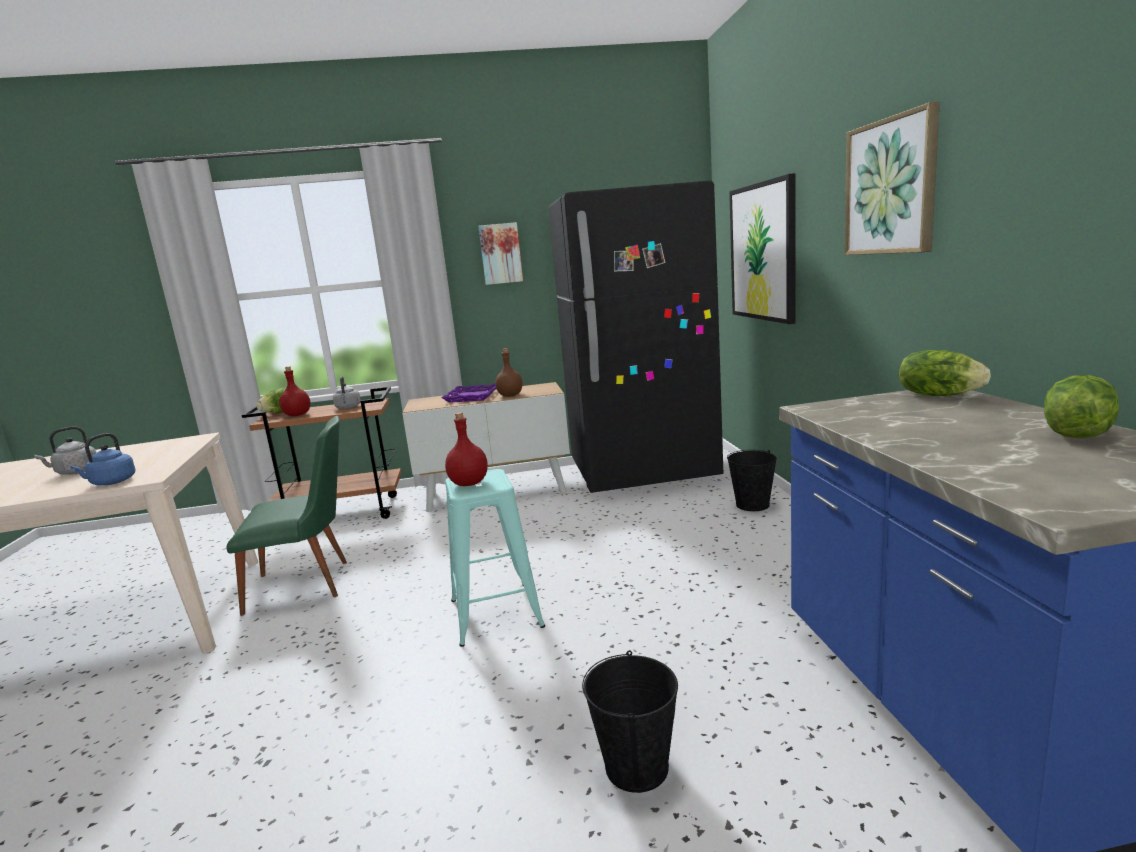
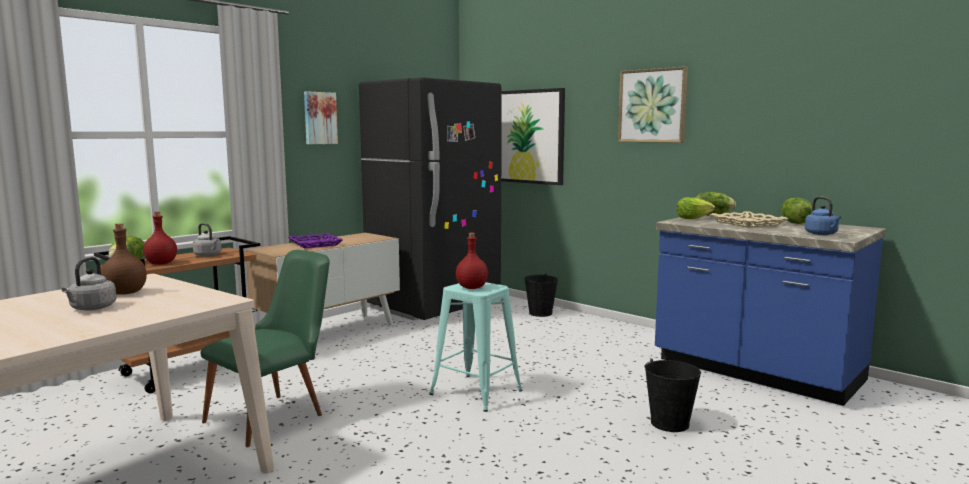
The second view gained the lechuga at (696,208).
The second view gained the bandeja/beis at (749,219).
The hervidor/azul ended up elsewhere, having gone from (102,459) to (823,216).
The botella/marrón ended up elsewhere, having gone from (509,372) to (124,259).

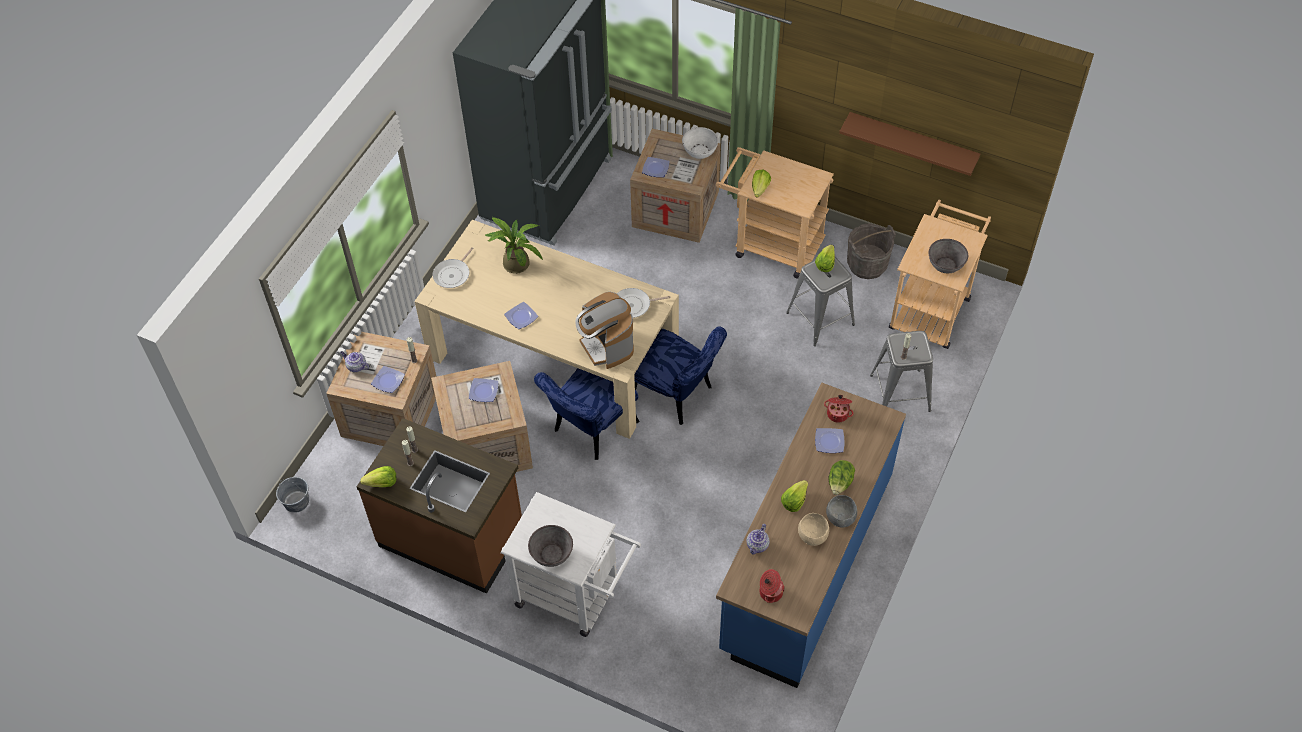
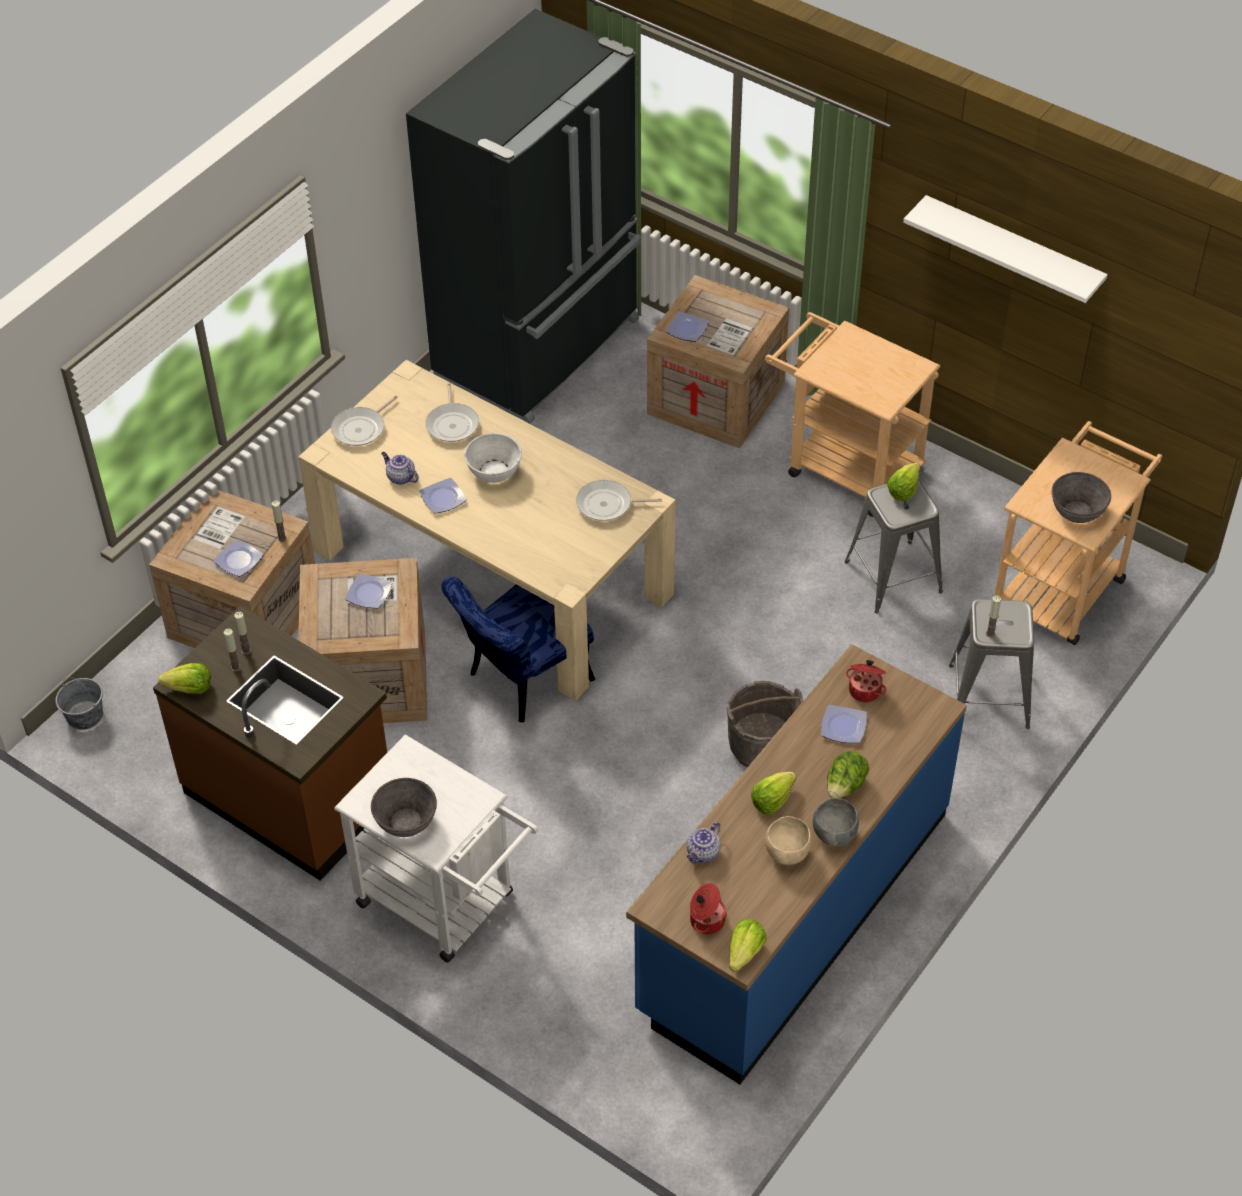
The second view lost the cafetera at (604,330).
The second view lost the silla/azul at (680,375).
The second view lost the estante/marrón at (909,144).
The second view gained the estante/blanco at (1005,249).
The tetera ended up elsewhere, having gone from (354,361) to (400,468).
The cuenco/blanco ended up elsewhere, having gone from (700,143) to (493,458).
The lechuga ended up elsewhere, having gone from (761,184) to (748,945).
The cubo/gris ended up elsewhere, having gone from (871,251) to (764,724).
Where the planta en maceta stood at (514,245), the sartén came to stand at (452,412).

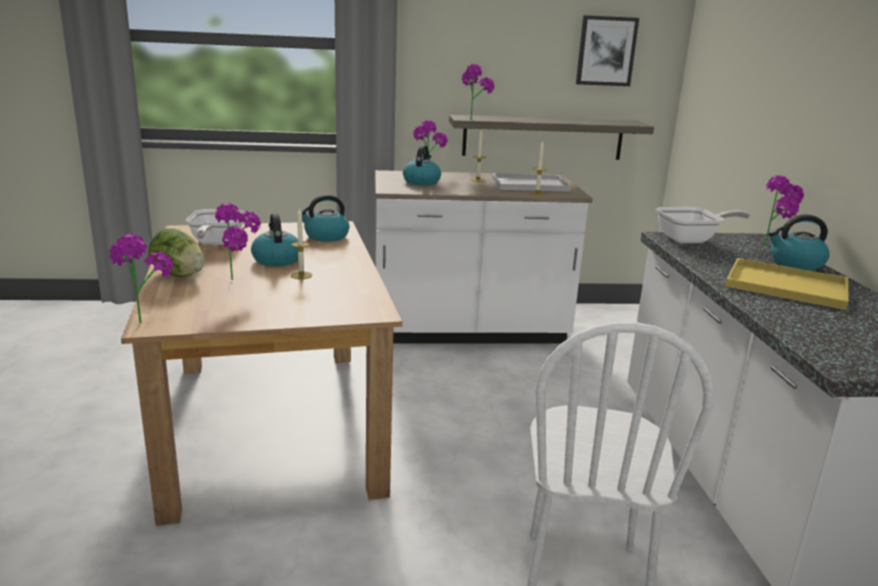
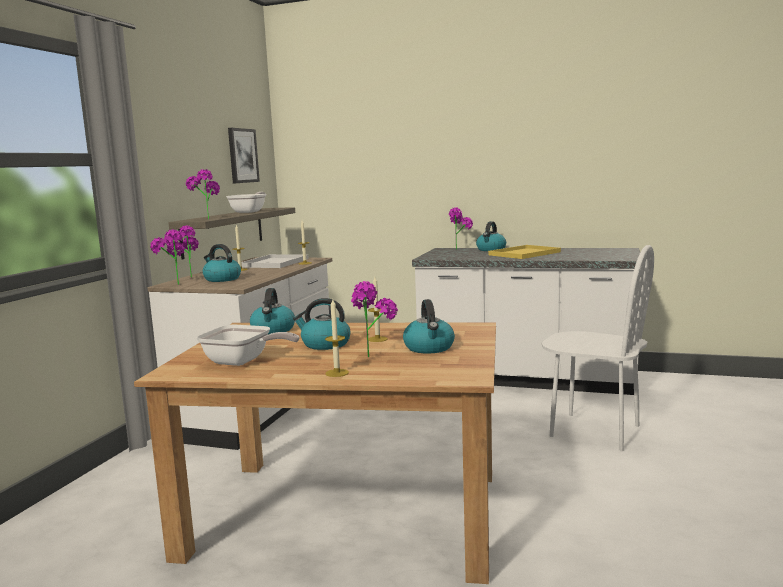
The second view gained the hervidor at (429,326).
The planta en maceta ended up elsewhere, having gone from (141,278) to (167,257).
The sartén ended up elsewhere, having gone from (703,225) to (246,202).
Where the lechuga stood at (176,252), the vela came to stand at (337,338).

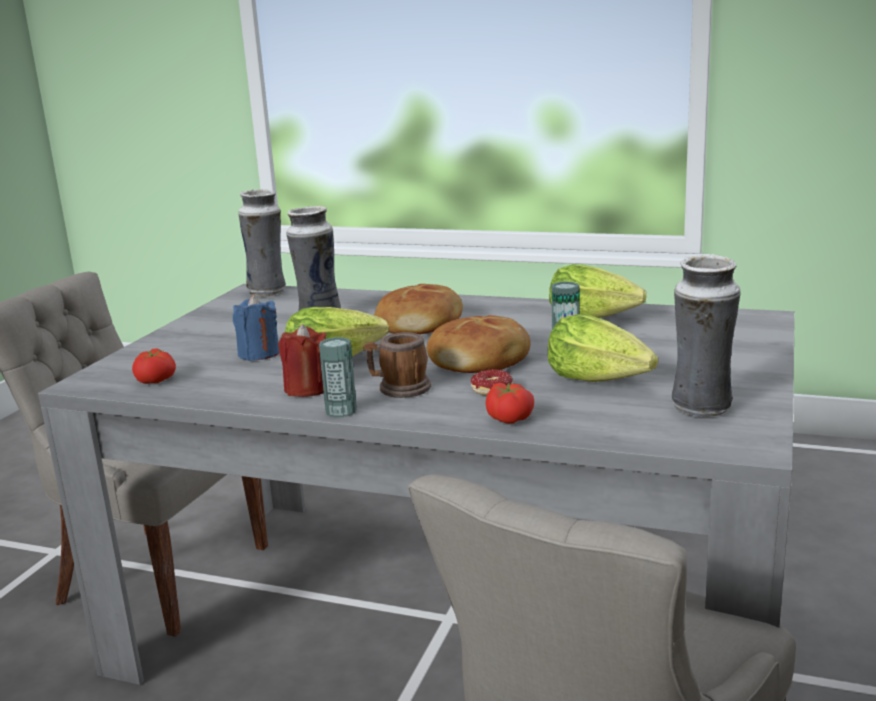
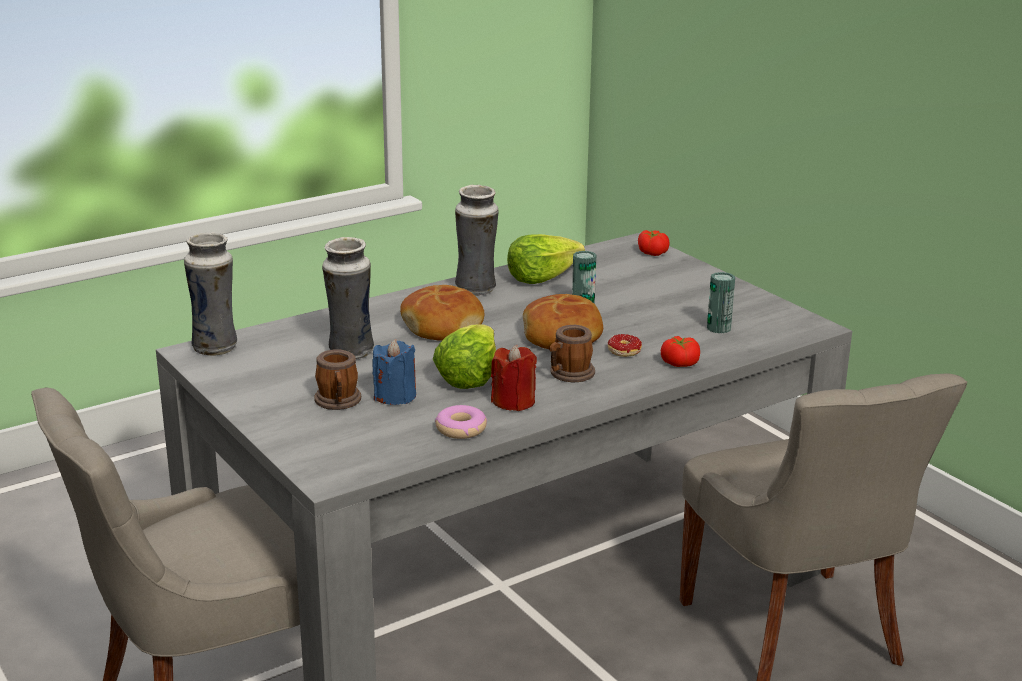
The second view lost the lechuga at (603,348).
The second view gained the taza grande at (337,379).
The second view gained the rosquilla at (461,422).
The tomate ended up elsewhere, having gone from (154,366) to (654,243).
The lata ended up elsewhere, having gone from (338,377) to (721,302).
The florero ended up elsewhere, having gone from (706,336) to (477,240).

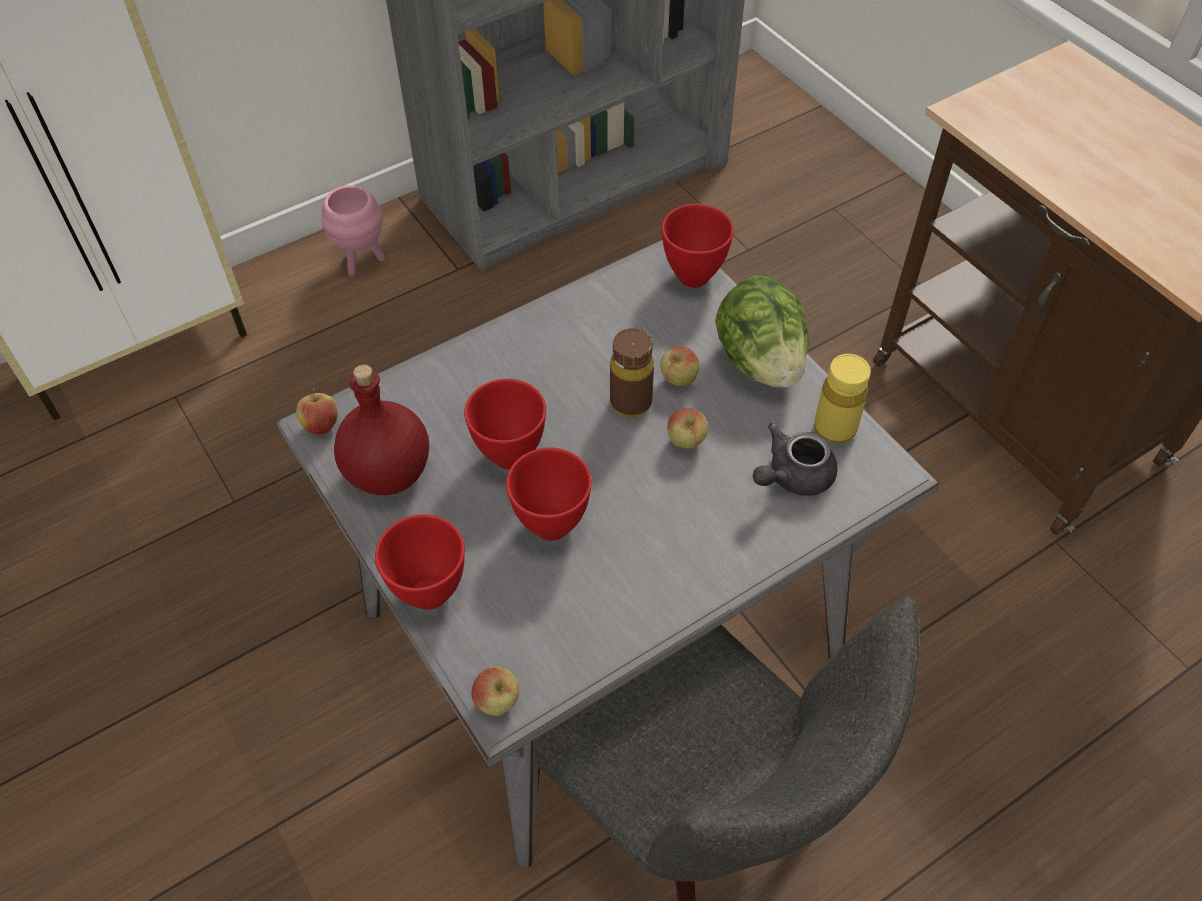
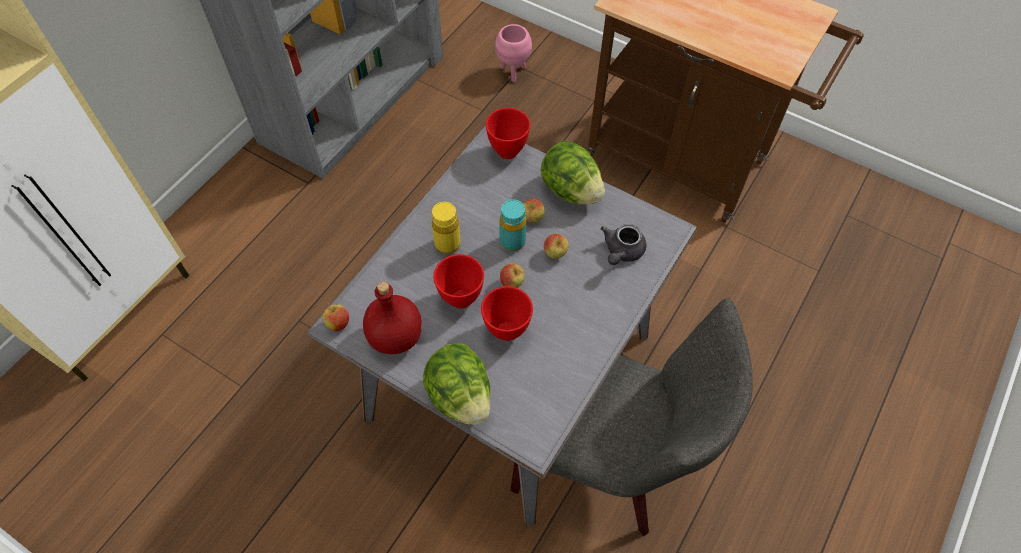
The maceta/rosa ended up elsewhere, having gone from (353,230) to (513,53).
The manzana ended up elsewhere, having gone from (495,691) to (512,275).
The botella/amarillo ended up elsewhere, having gone from (842,398) to (446,228).
Where the cuenco/rojo stood at (420,562), the lechuga came to stand at (456,384).
What was the botella/marrón at (632,372) turned into the botella/turquesa at (512,225).

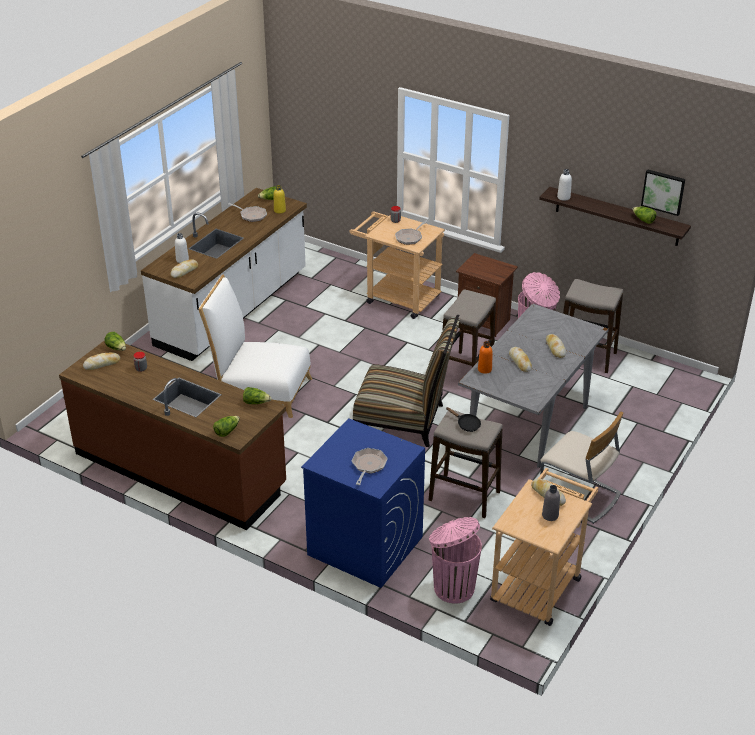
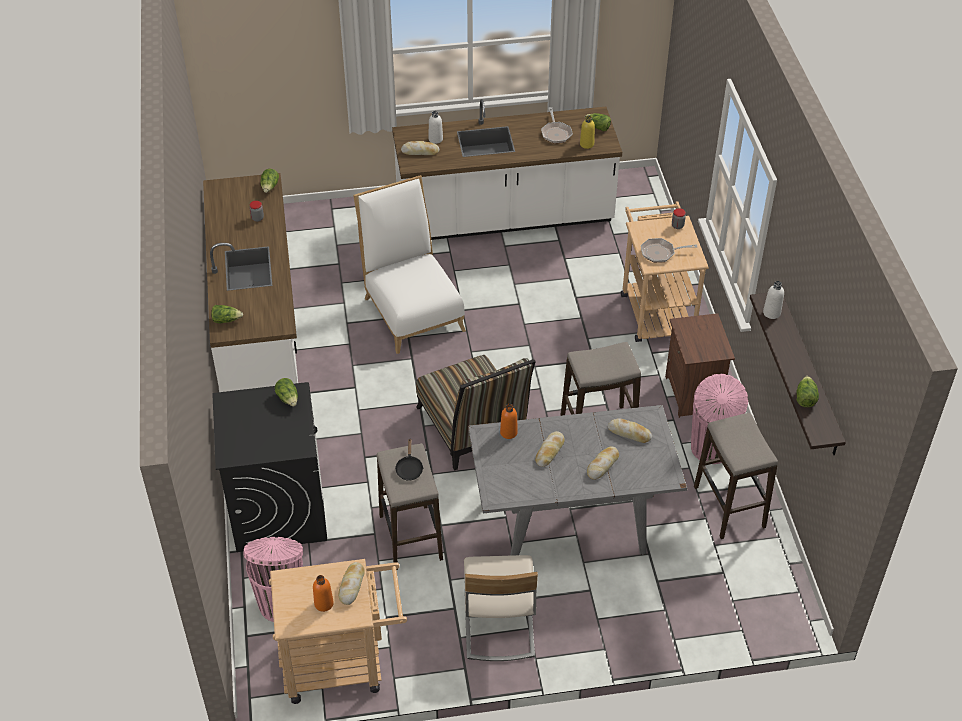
The second view lost the sartén at (370,466).
The second view lost the cuadro at (663,193).
The pan ended up elsewhere, having gone from (101,361) to (630,430).
The lechuga ended up elsewhere, having gone from (257,395) to (286,392).
What was the mueble bajo de cocina/marrón at (172,435) turned into the mueble bajo de cocina/blanco at (250,282).
What was the lavadora/azul at (363,503) turned into the lavadora/negro at (269,467).
What was the botella/gris at (551,503) turned into the botella/naranja at (323,593).

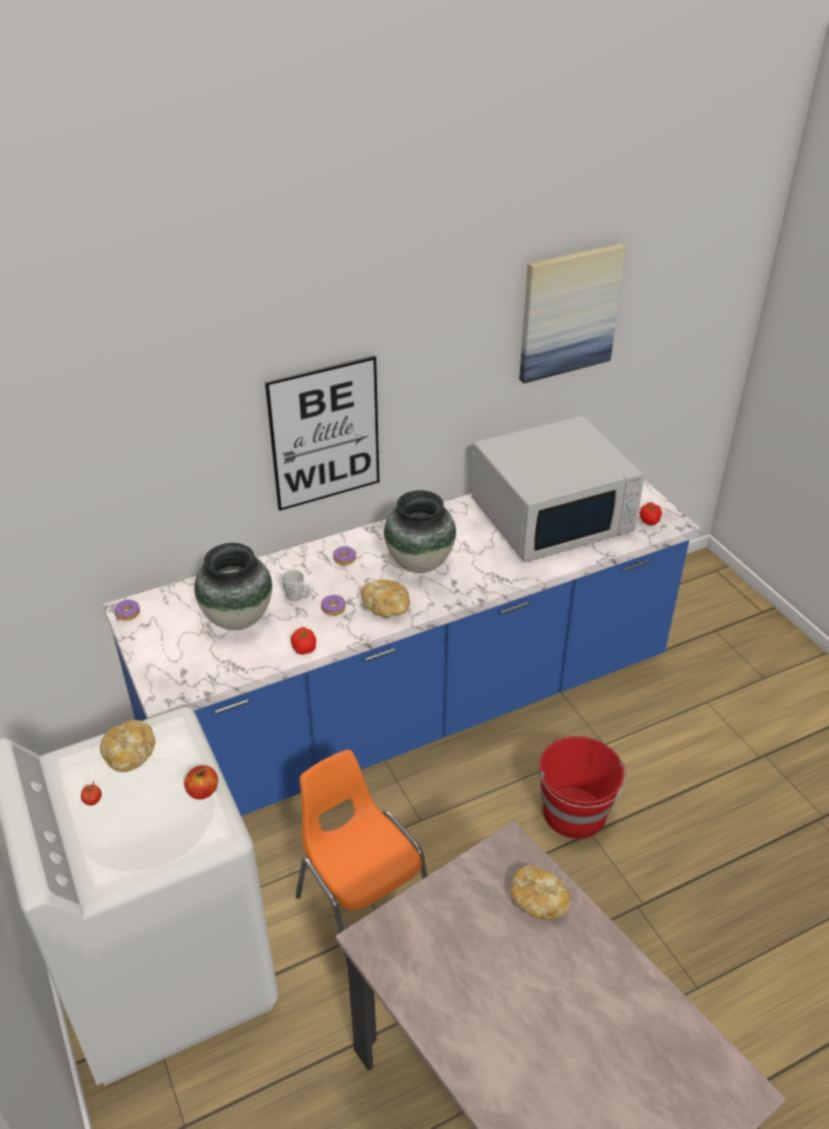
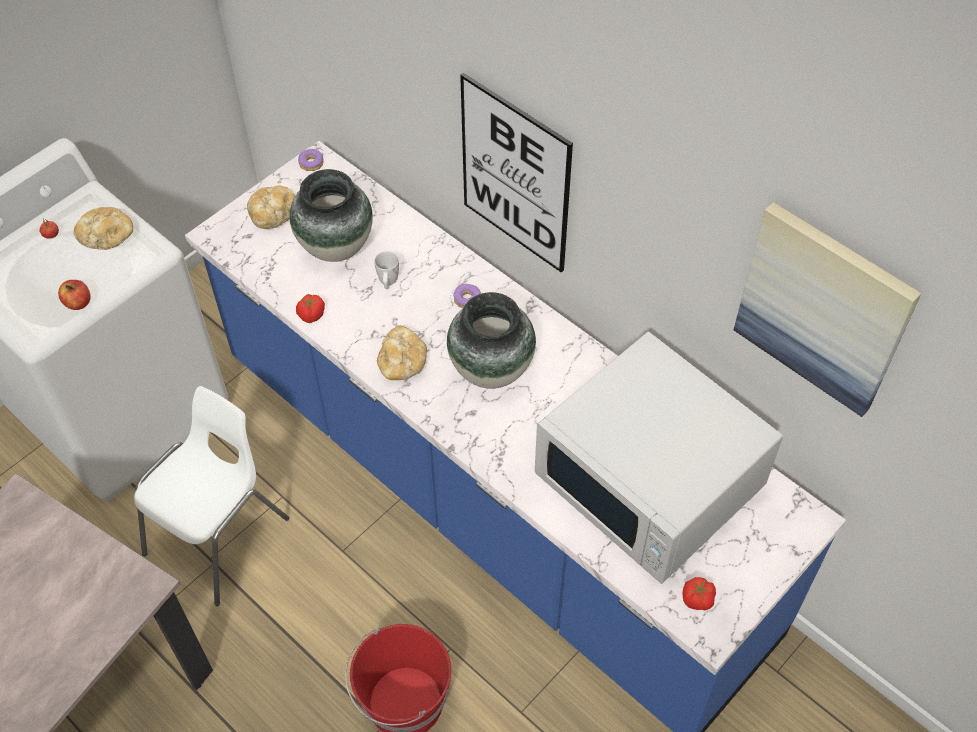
The second view lost the rosquilla at (333,605).
The pan ended up elsewhere, having gone from (541,892) to (271,207).
What was the silla/naranja at (361,858) turned into the silla/blanco at (211,496).

